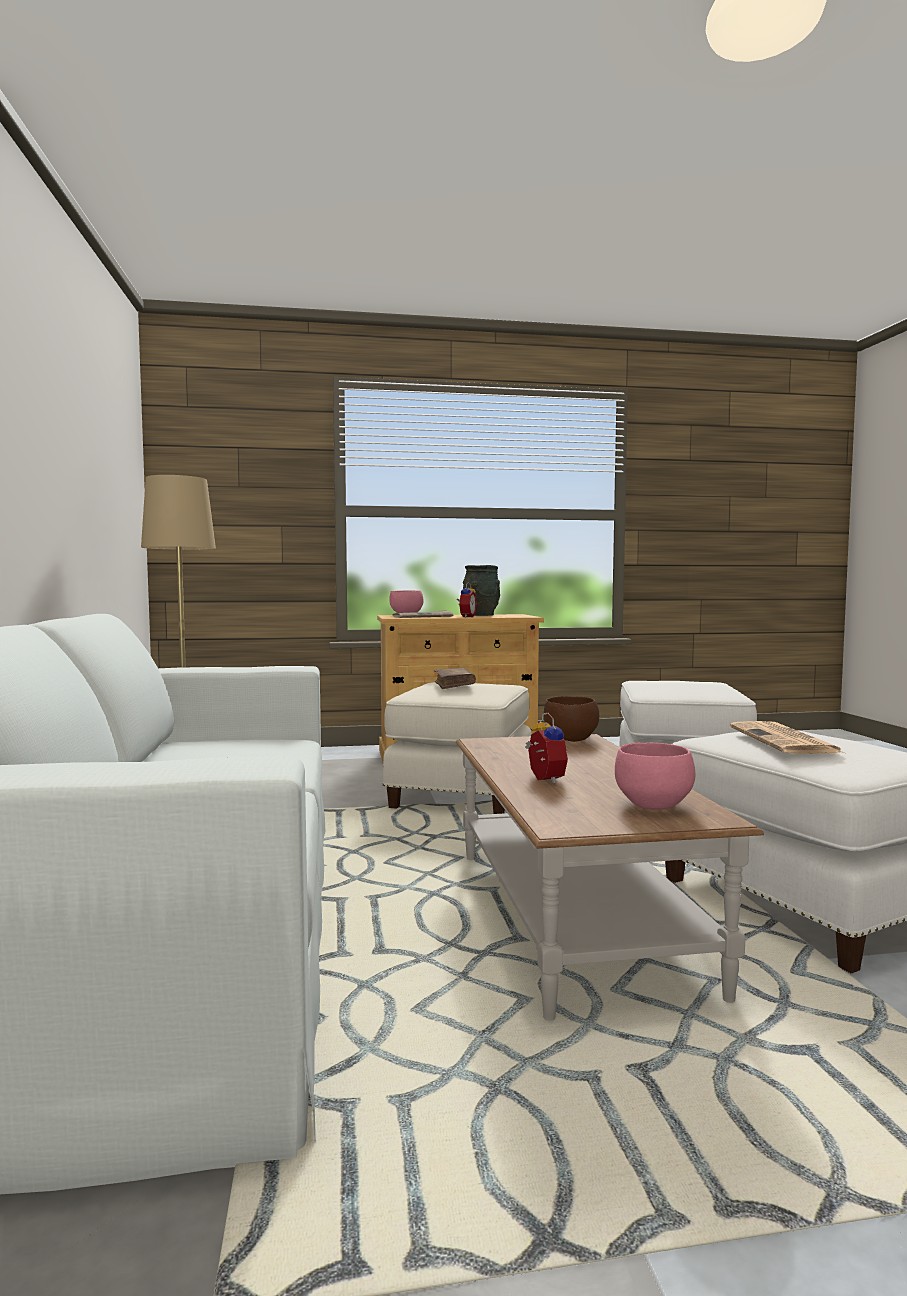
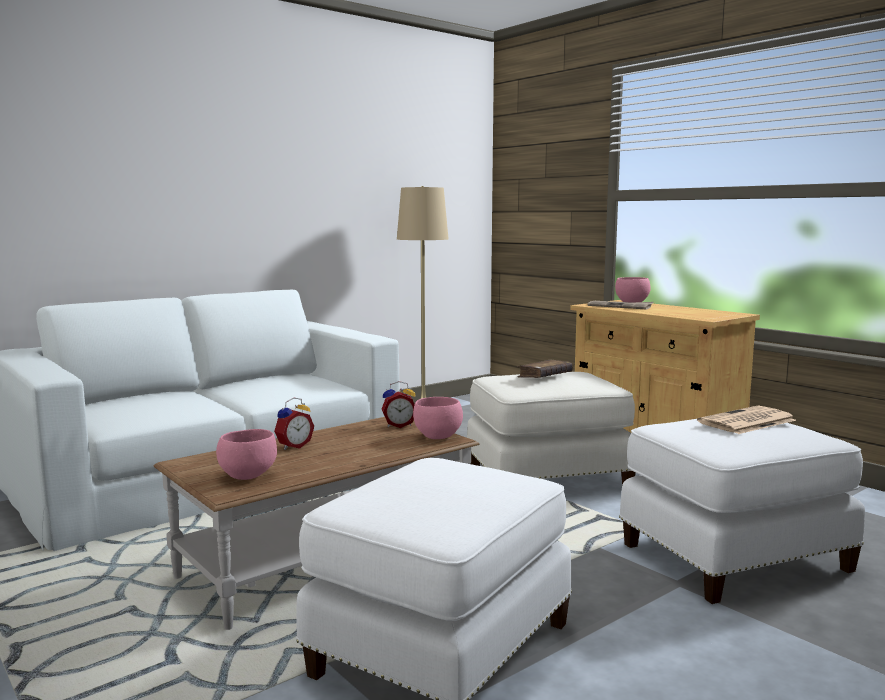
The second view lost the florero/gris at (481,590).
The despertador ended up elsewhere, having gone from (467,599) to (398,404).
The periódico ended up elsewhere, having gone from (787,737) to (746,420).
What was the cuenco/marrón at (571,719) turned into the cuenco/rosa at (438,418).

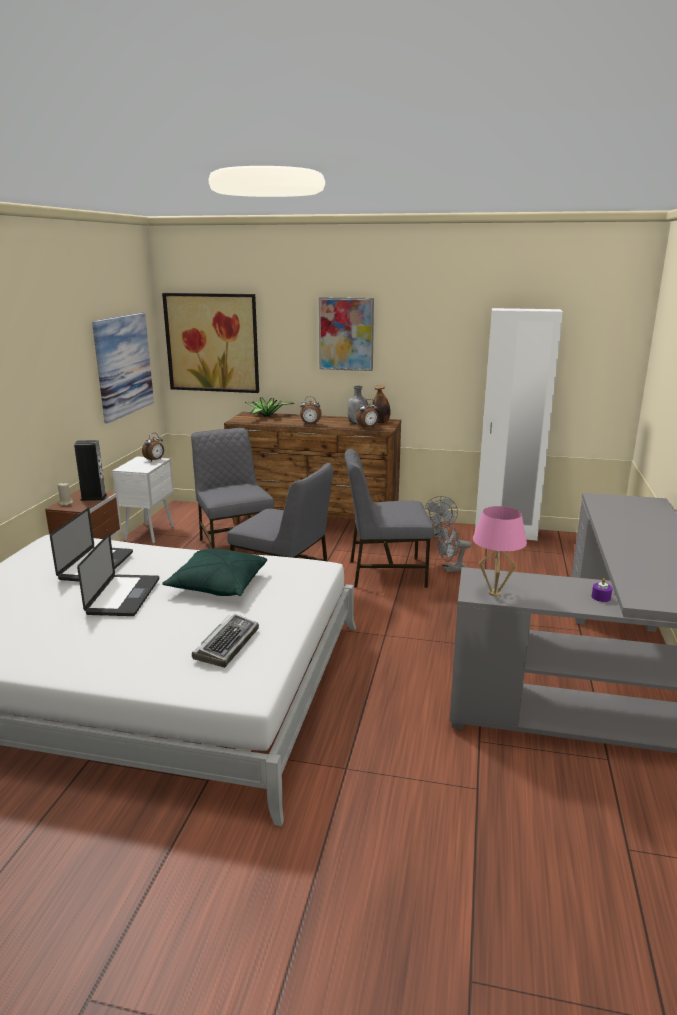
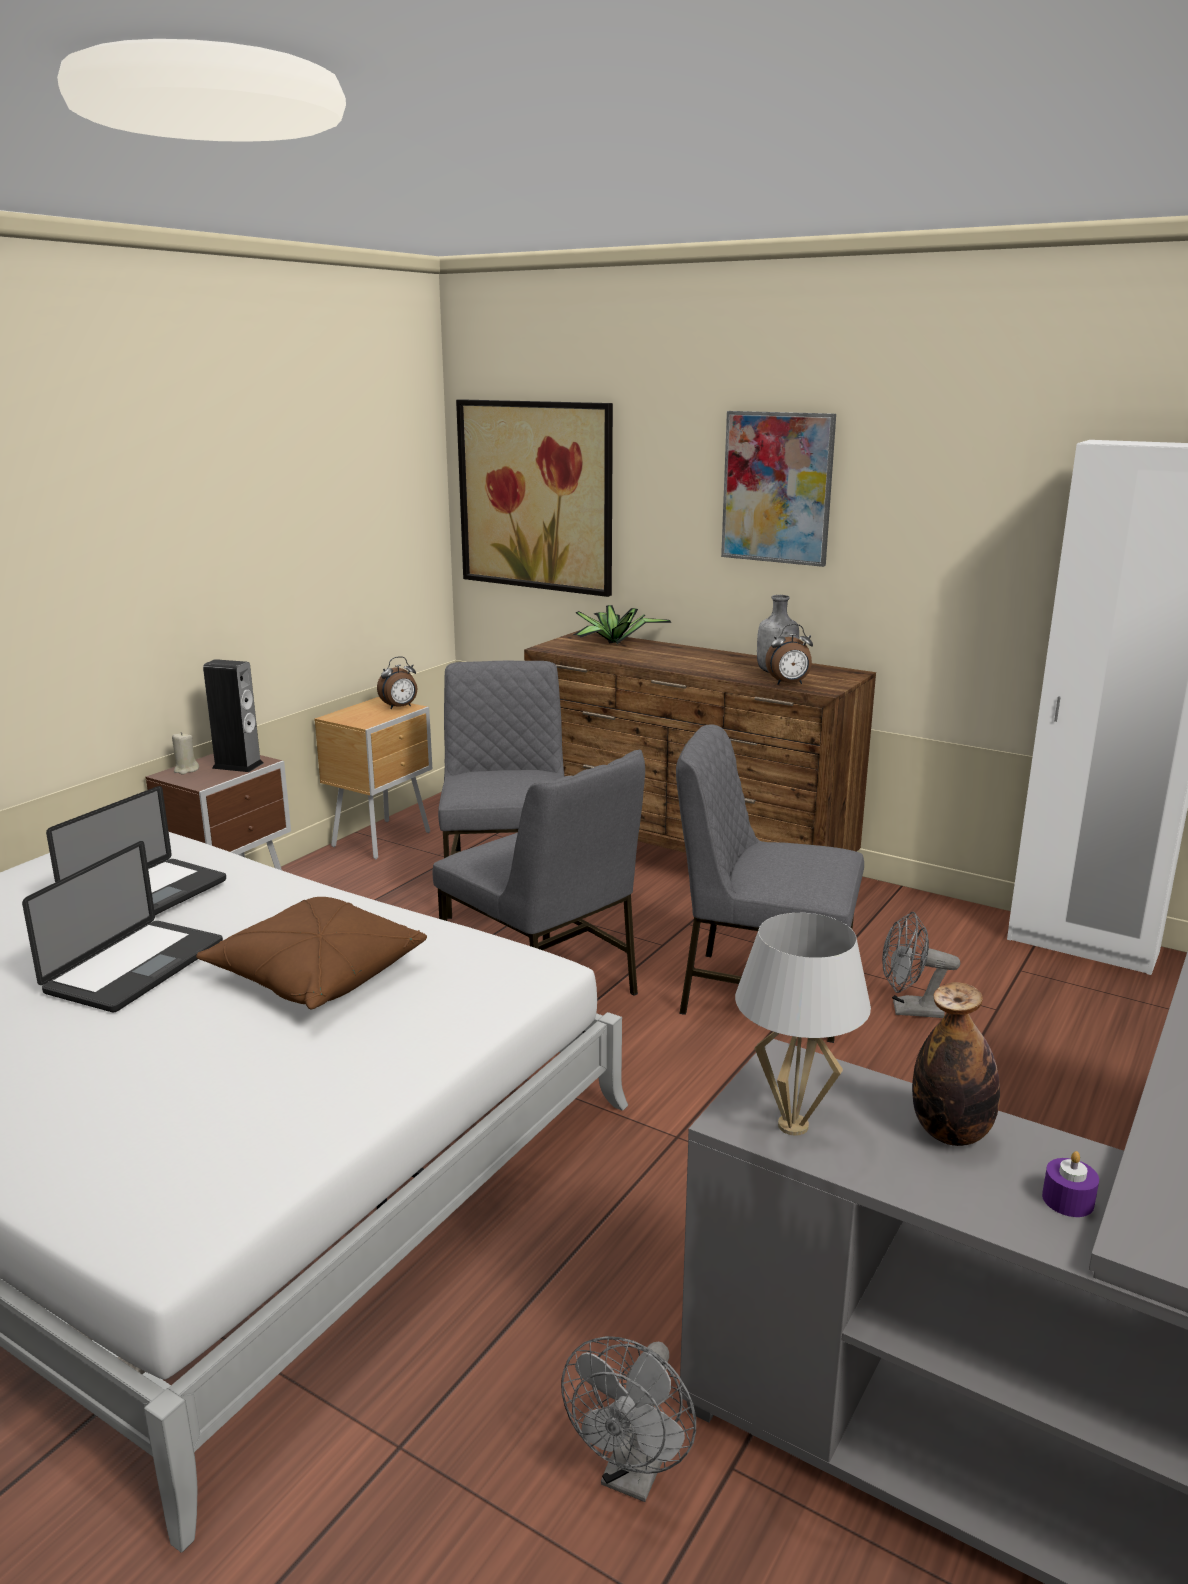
The second view lost the cuadro at (123,368).
The second view lost the teclado at (225,640).
The second view lost the despertador at (311,410).
The botella ended up elsewhere, having gone from (381,404) to (956,1064).
The ventilador/gris ended up elsewhere, having gone from (441,516) to (628,1419).
What was the mesita de noche/blanco at (143,500) turned into the mesita de noche/marrón at (373,778).
What was the cojín/verde at (214,572) turned into the cojín/marrón at (311,953).
What was the lámpara de mesa/rosa at (500,551) turned into the lámpara de mesa/blanco at (803,1024).

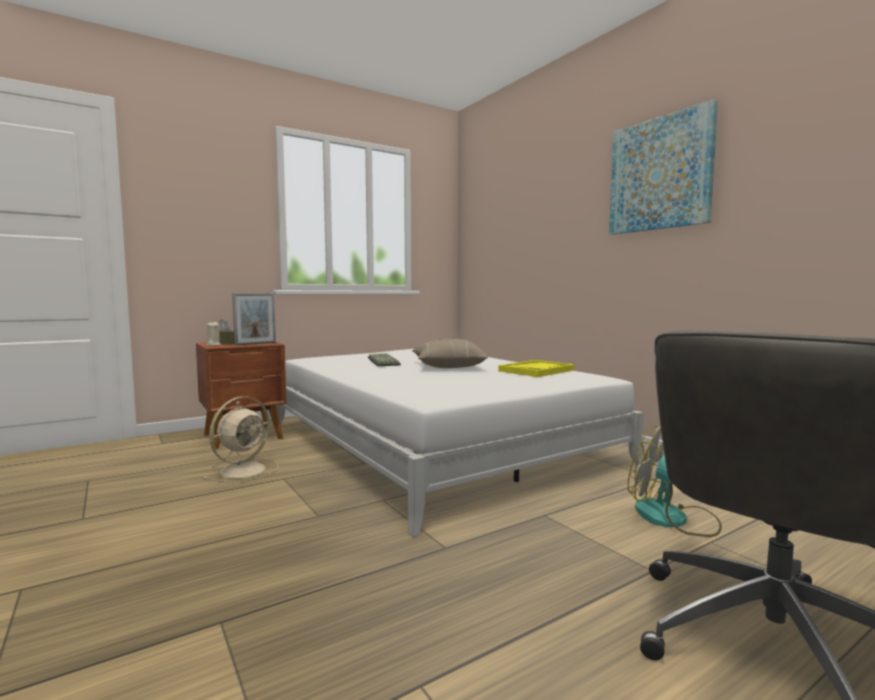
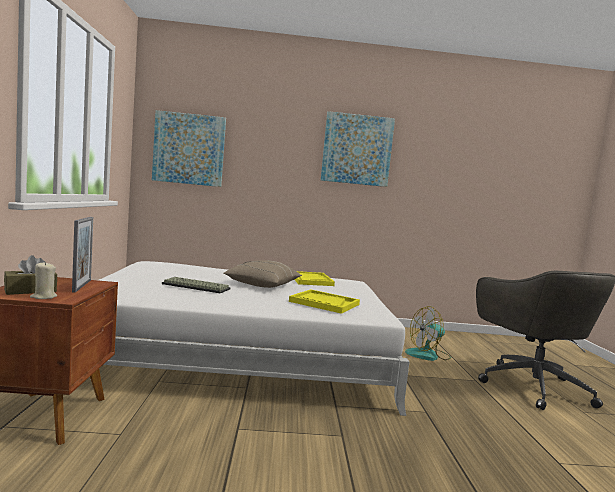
The second view lost the ventilador/beis at (241,439).
The second view gained the cuadro at (189,148).
The second view gained the bandeja/amarillo at (324,301).

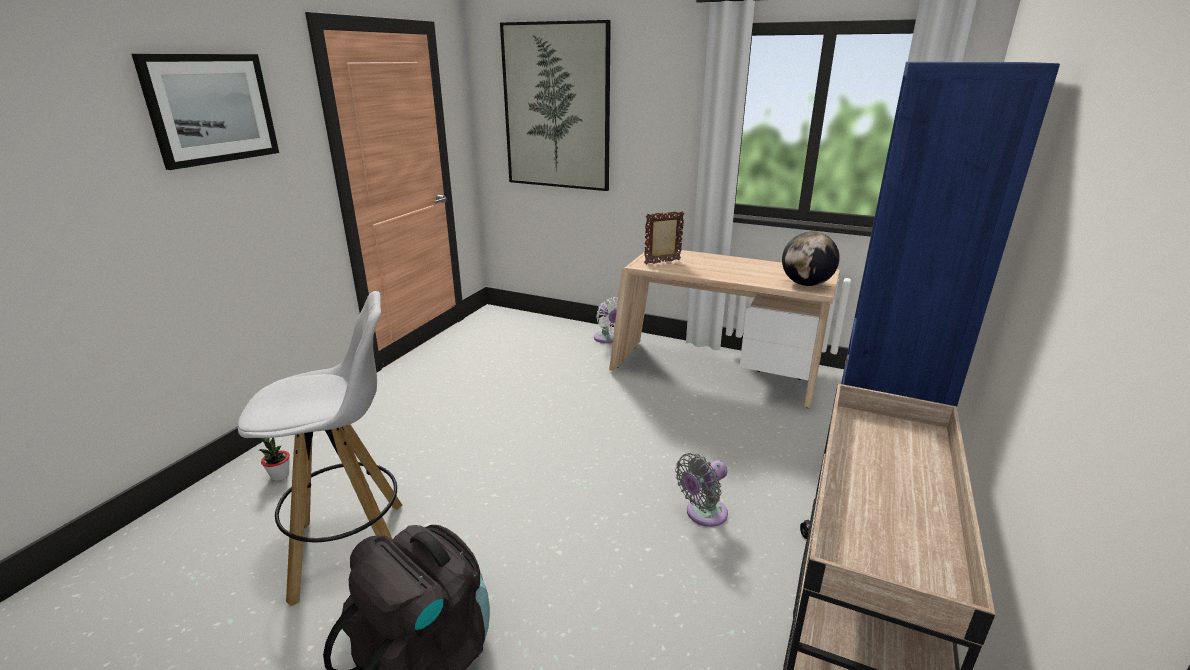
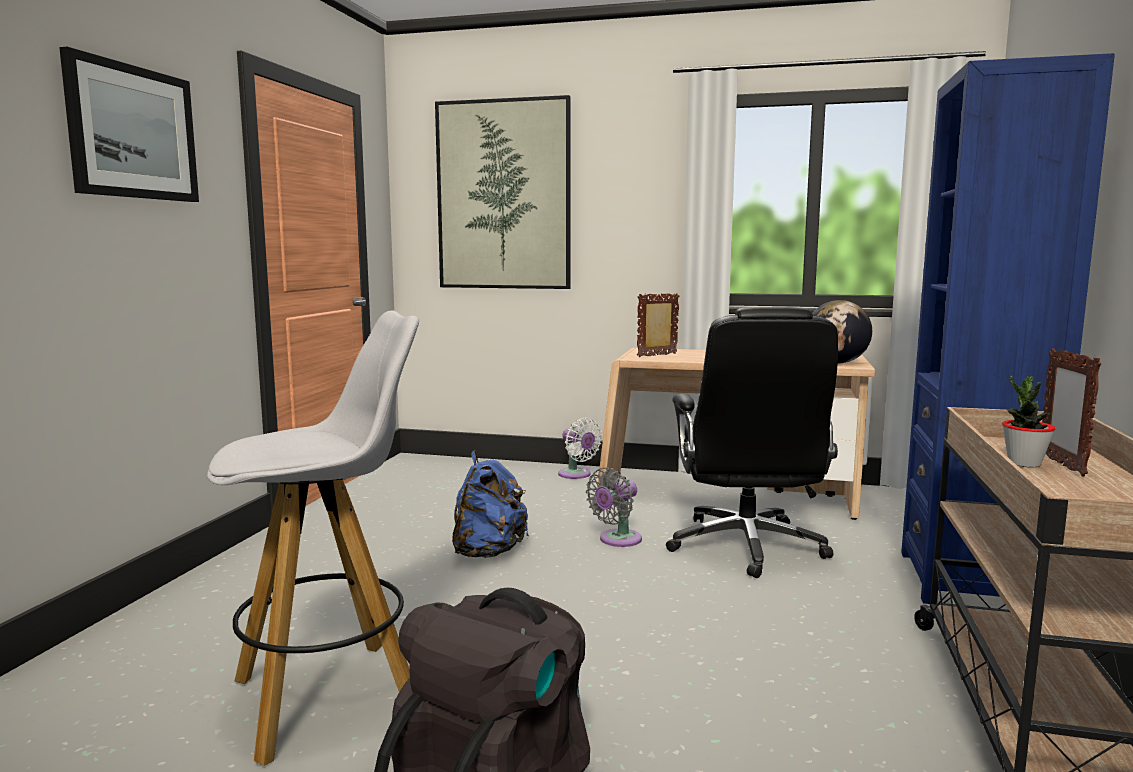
The second view gained the mochila/azul at (490,504).
The second view gained the silla de oficina/negro at (752,442).
The second view gained the portarretratos at (1071,412).
The planta en maceta ended up elsewhere, having gone from (274,459) to (1028,422).
The ventilador/gris ended up elsewhere, having gone from (701,490) to (614,507).

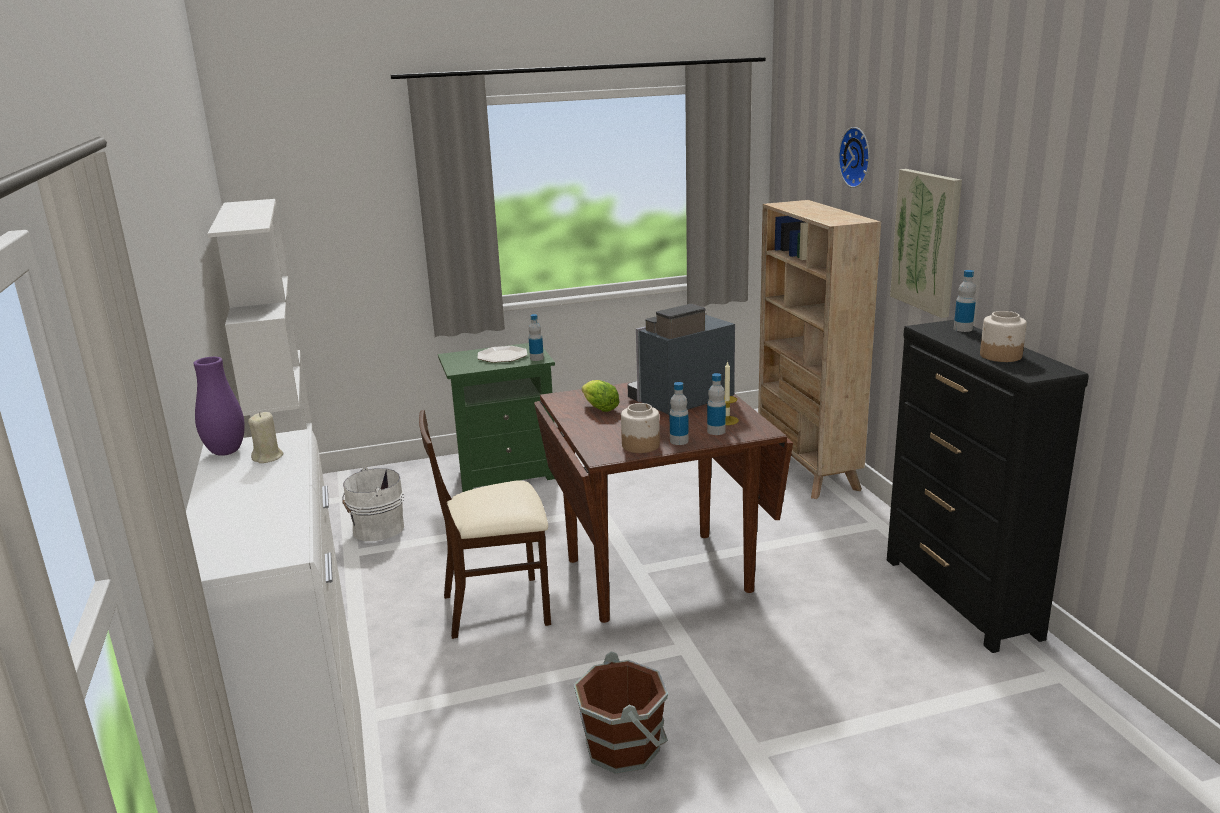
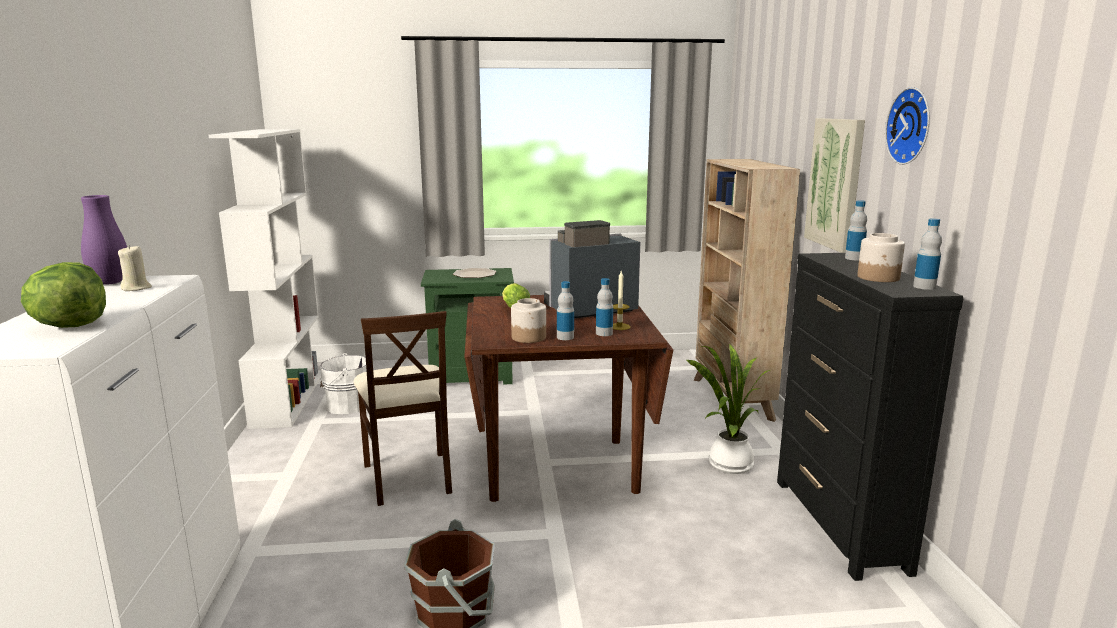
The second view gained the lechuga at (63,295).
The second view gained the planta en maceta at (728,409).
The botella ended up elsewhere, having gone from (536,337) to (927,254).
The reloj de pared ended up elsewhere, having gone from (854,157) to (907,126).
The silla/beis at (485,524) ended up facing another way, 105 degrees counterclockwise from before.

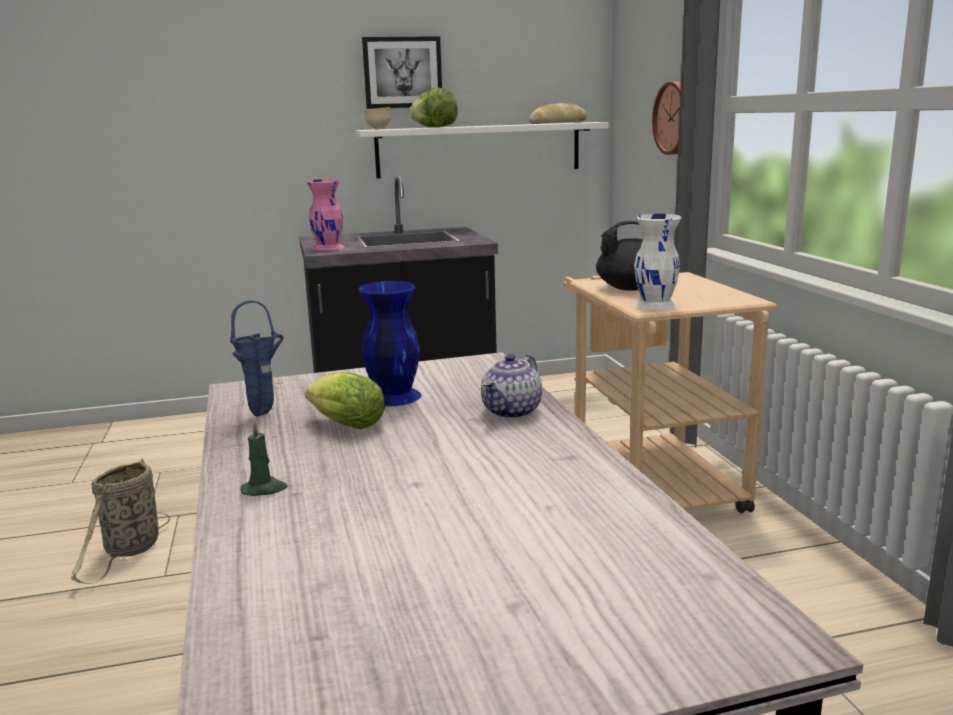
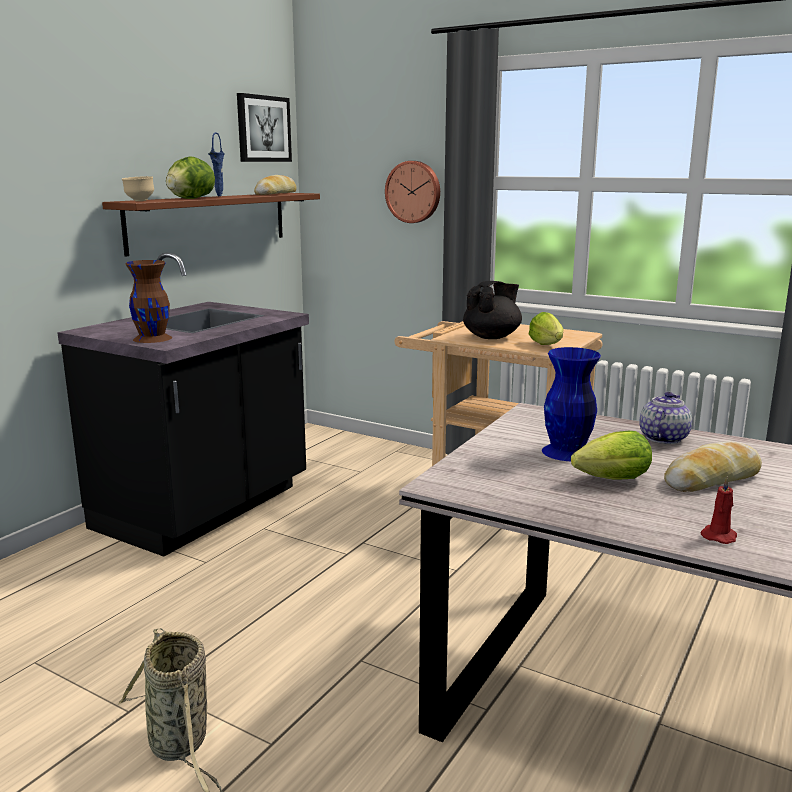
The second view gained the pan at (713,466).
The florero/azul ended up elsewhere, having gone from (257,358) to (216,164).
The cuadro ended up elsewhere, having gone from (402,72) to (264,127).
Where the florero/blanco stood at (657,262), the lechuga came to stand at (546,328).
What was the vela/verde at (264,458) turned into the vela/rojo at (718,510).
What was the florero/rosa at (325,214) turned into the florero/marrón at (149,301).
What was the estante/blanco at (482,150) turned into the estante/marrón at (211,225).
The tetera at (511,386) ended up facing another way, 135 degrees counterclockwise from before.

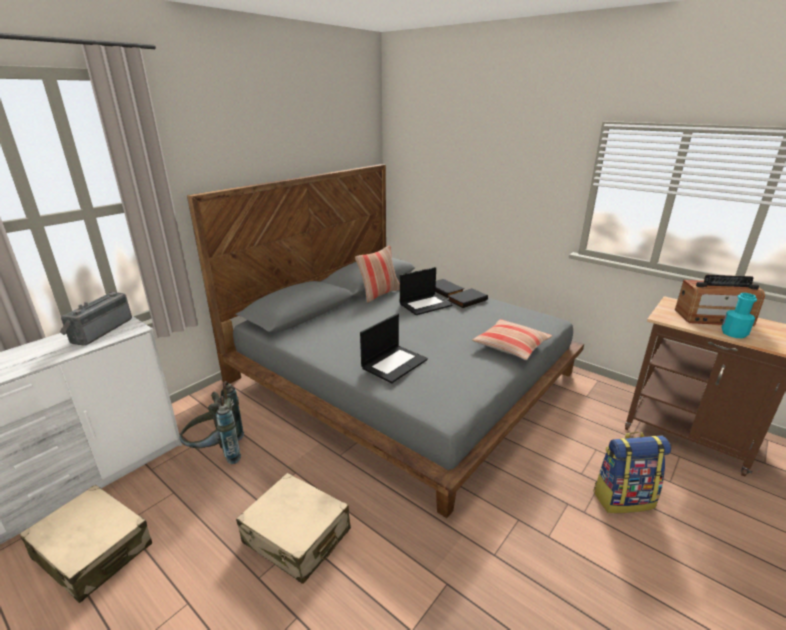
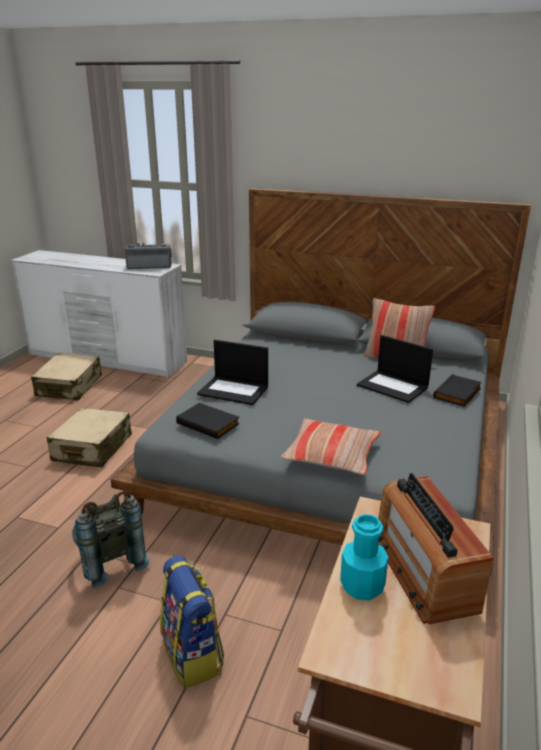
The mochila/gris ended up elsewhere, having gone from (211,422) to (111,540).
The libro/negro ended up elsewhere, having gone from (468,298) to (208,421).

